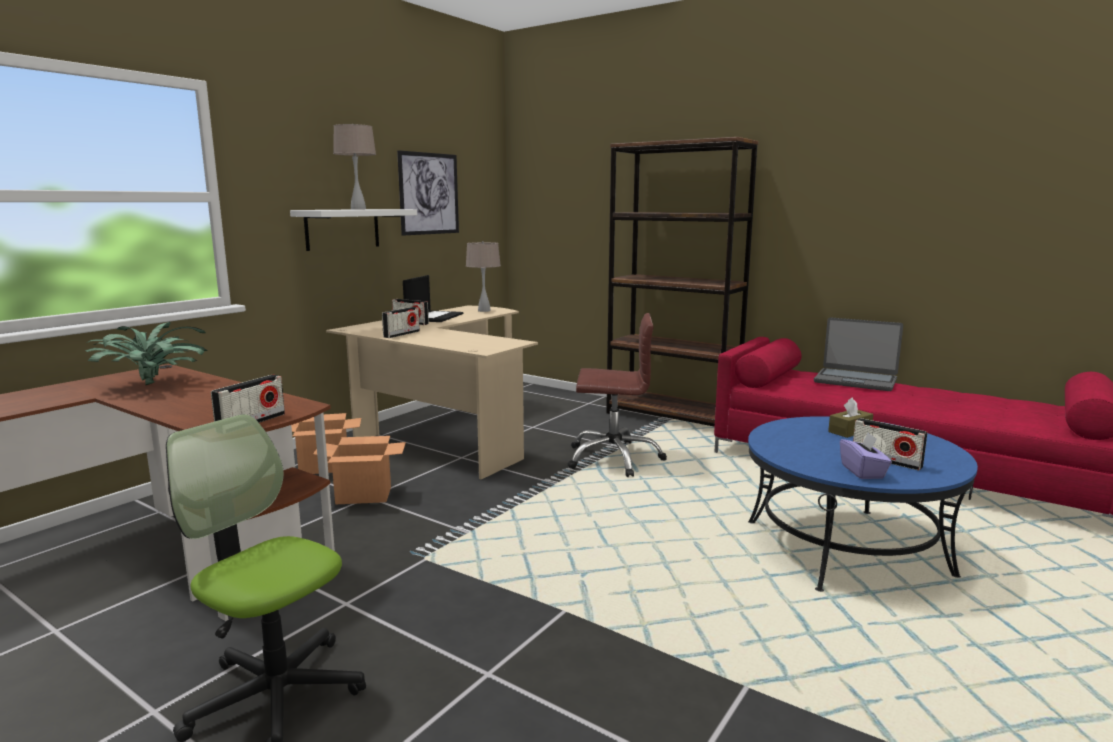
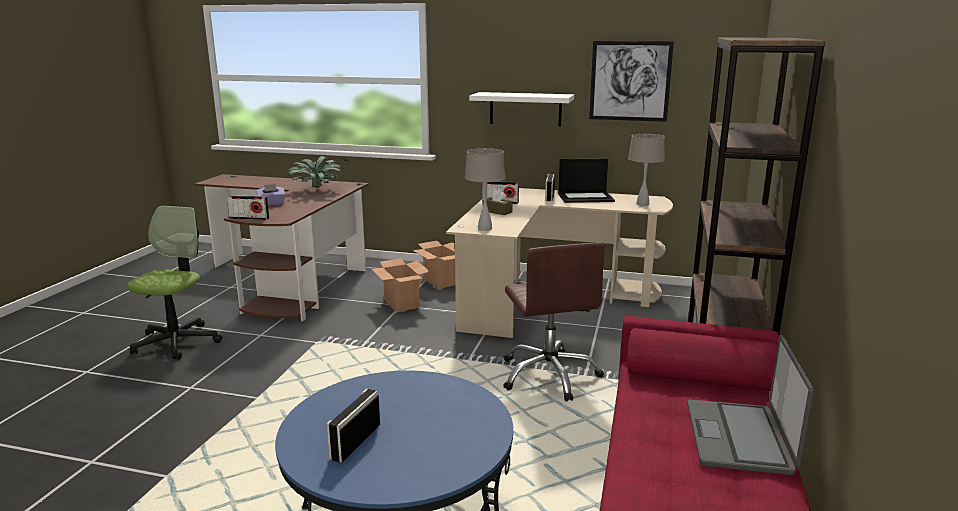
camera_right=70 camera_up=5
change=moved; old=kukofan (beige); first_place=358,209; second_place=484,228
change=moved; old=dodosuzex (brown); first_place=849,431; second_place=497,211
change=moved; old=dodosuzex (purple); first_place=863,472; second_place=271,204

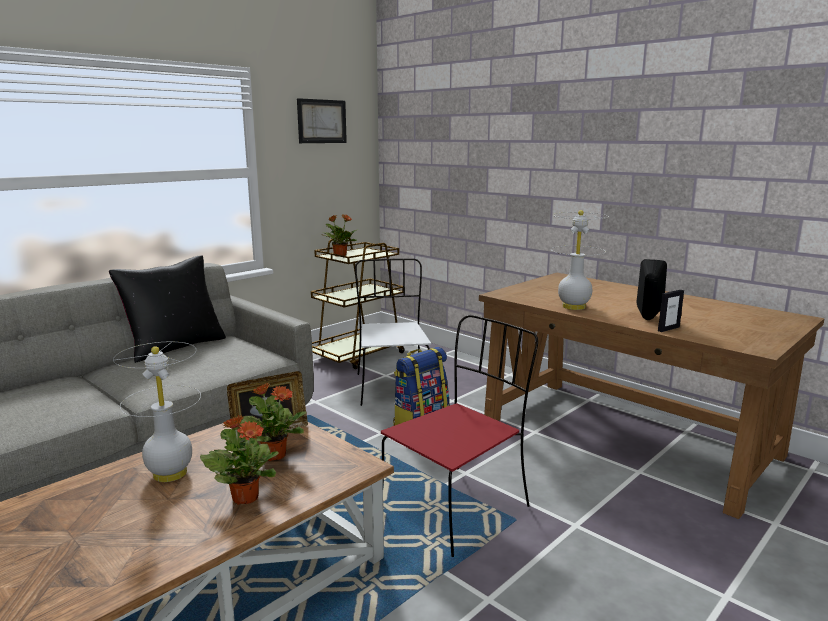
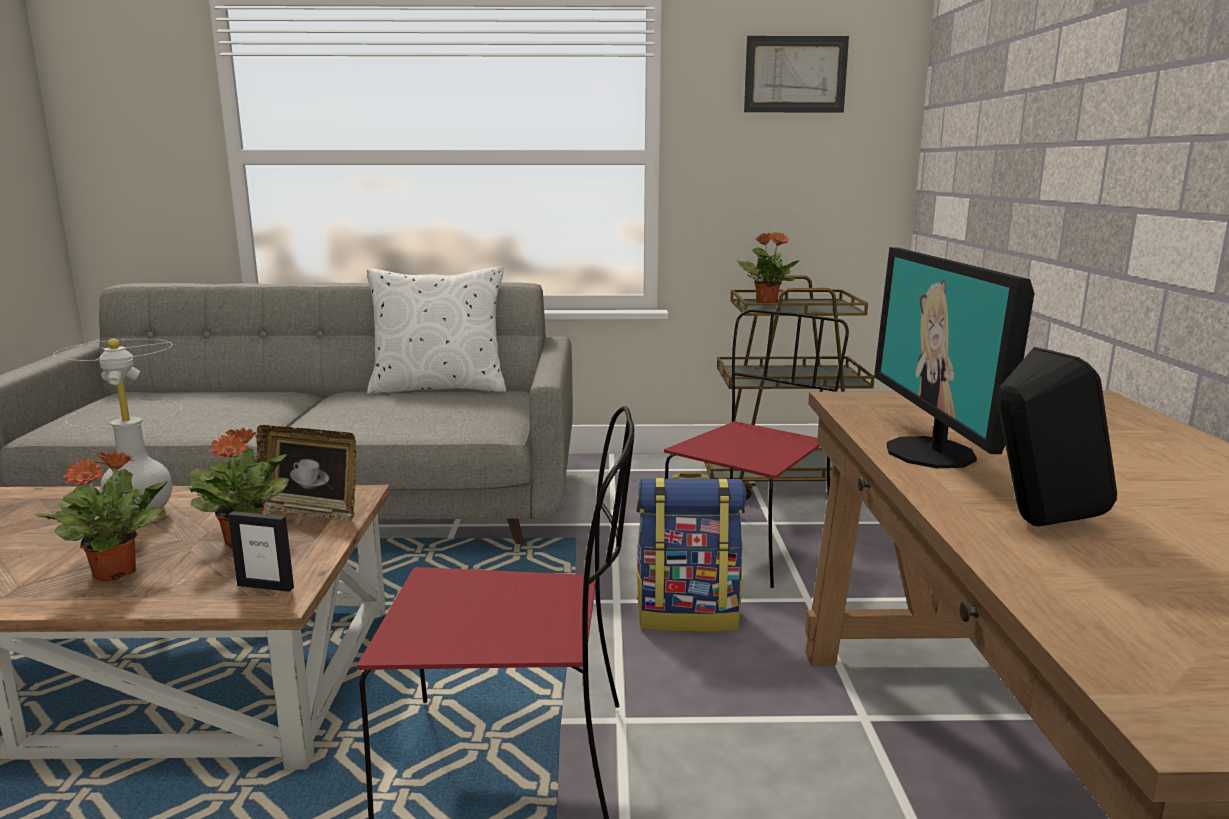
camera_right=45 camera_up=0
change=moved; old=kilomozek; first_place=668,329; second_place=266,586
change=replaced; old=kukofan (white); new=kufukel; first_place=574,306; second_place=932,453
change=recoloured; old=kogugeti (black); new=kogugeti (white); first_place=175,347; second_place=439,388
change=recoloured; old=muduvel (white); new=muduvel (red); first_place=392,387; second_place=750,542

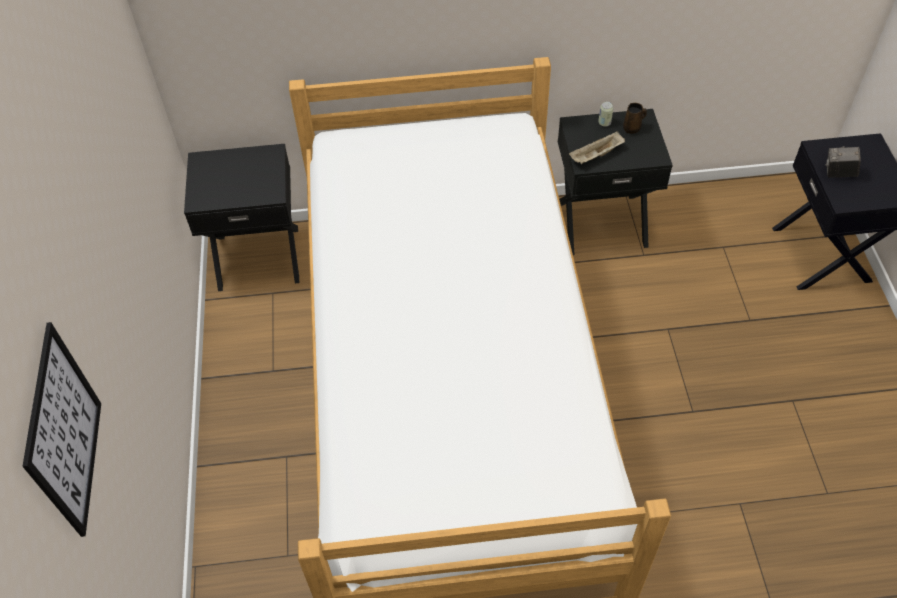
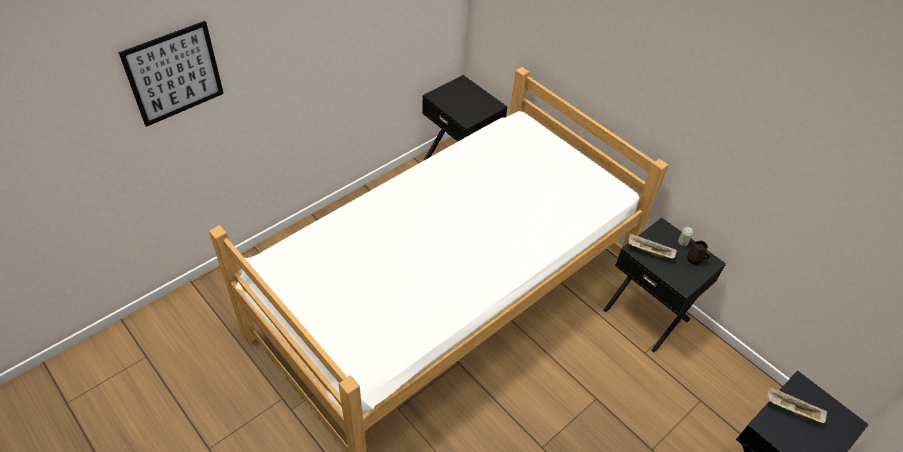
camera_right=50 camera_up=-5
change=replaced; old=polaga; new=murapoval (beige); first_place=838,173; second_place=791,410

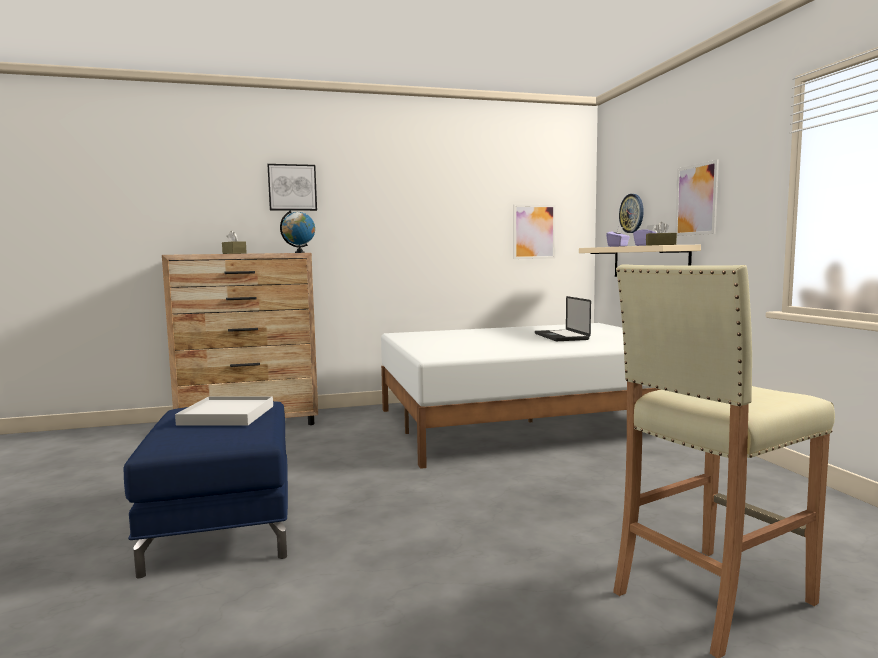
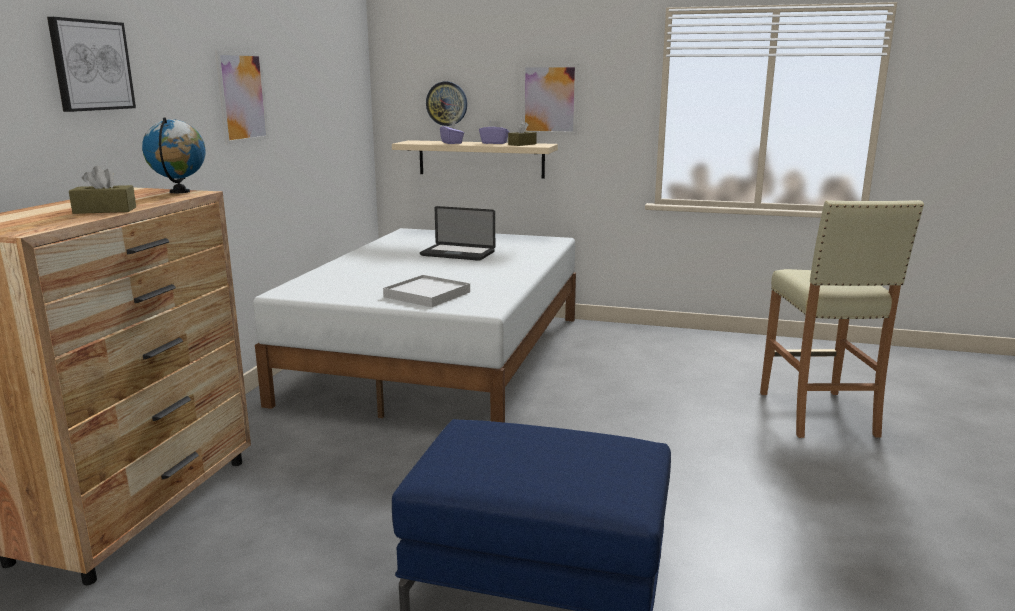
camera_right=-60 camera_up=10
change=moved; old=murapoval (white); first_place=227,415; second_place=427,294
change=moved; old=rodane; first_place=534,231; second_place=242,97

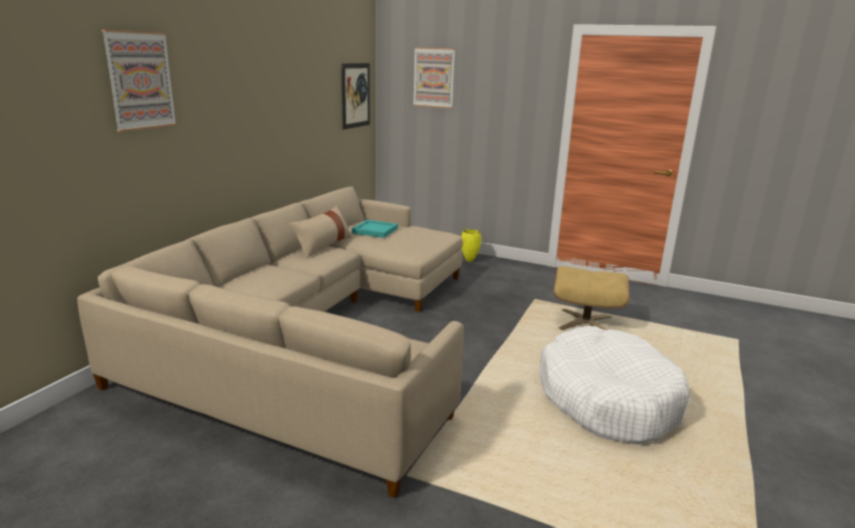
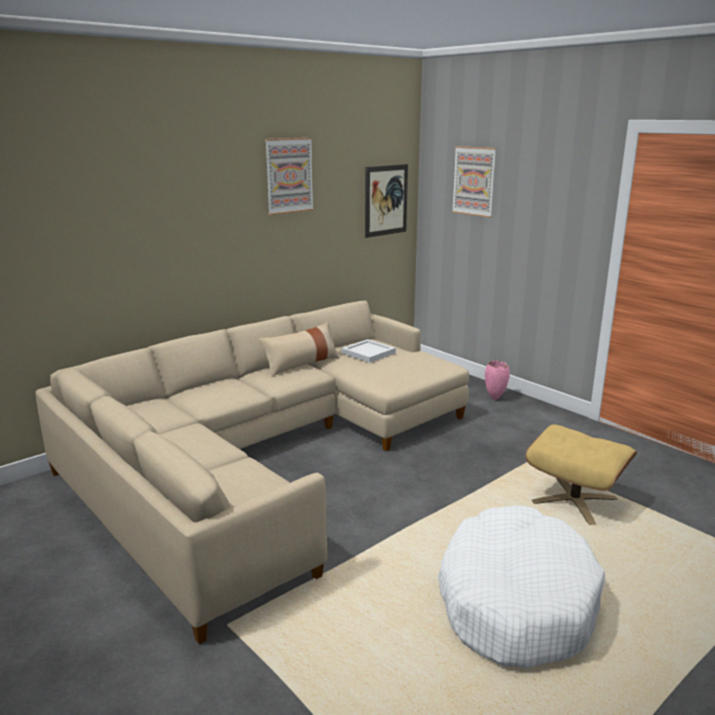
camera_right=25 camera_up=0
change=moved; old=rodane; first_place=140,80; second_place=289,175
change=recoloured; old=murapoval (turquoise); new=murapoval (white); first_place=375,230; second_place=369,353
change=recoloured; old=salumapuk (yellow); new=salumapuk (pink); first_place=470,261; second_place=495,398

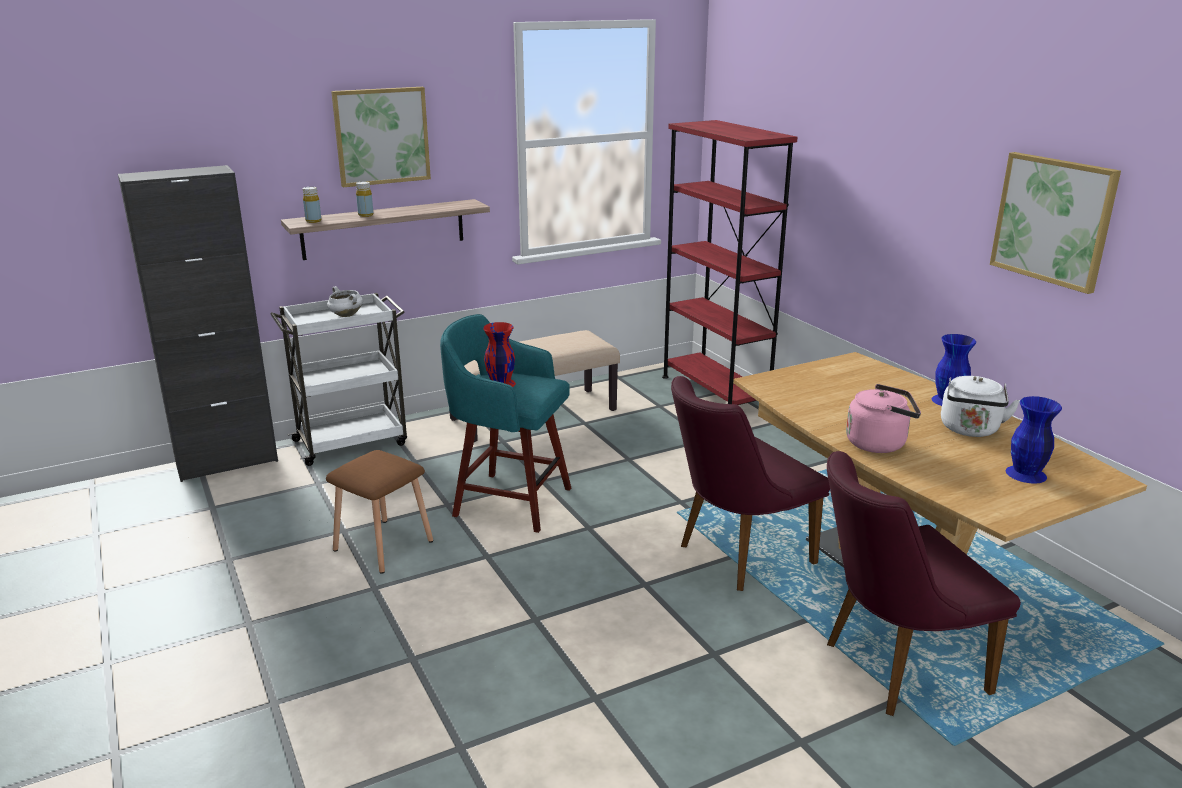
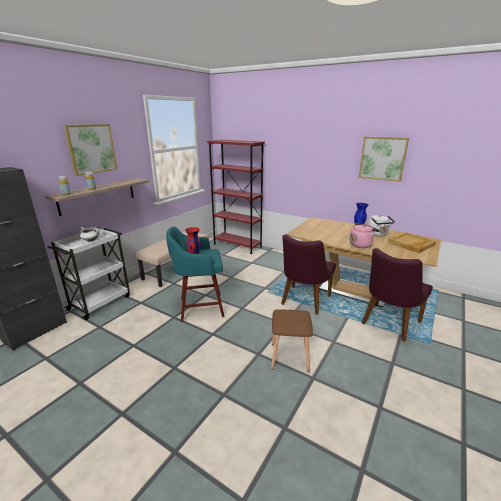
camera_right=-30 camera_up=0
change=moved; old=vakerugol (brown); first_place=383,546; second_place=290,357
change=replaced; old=salumapuk (blue); new=murapoval (beige); first_place=1025,474; second_place=411,244

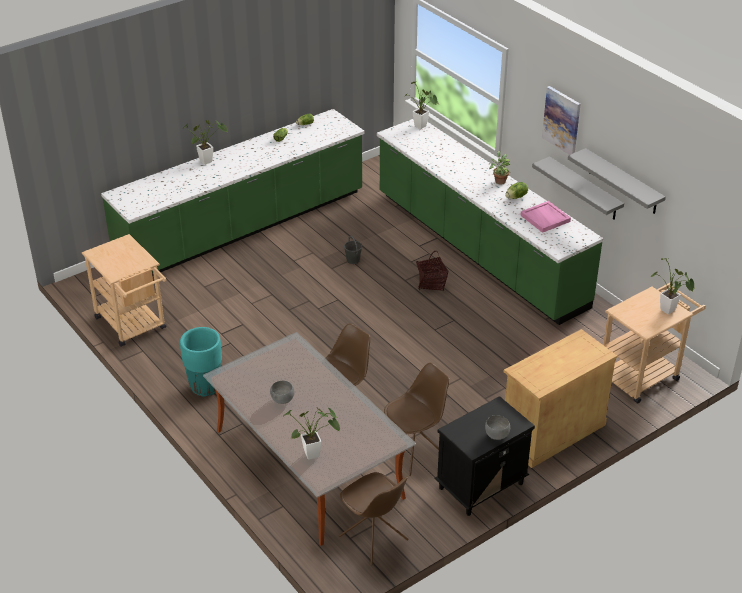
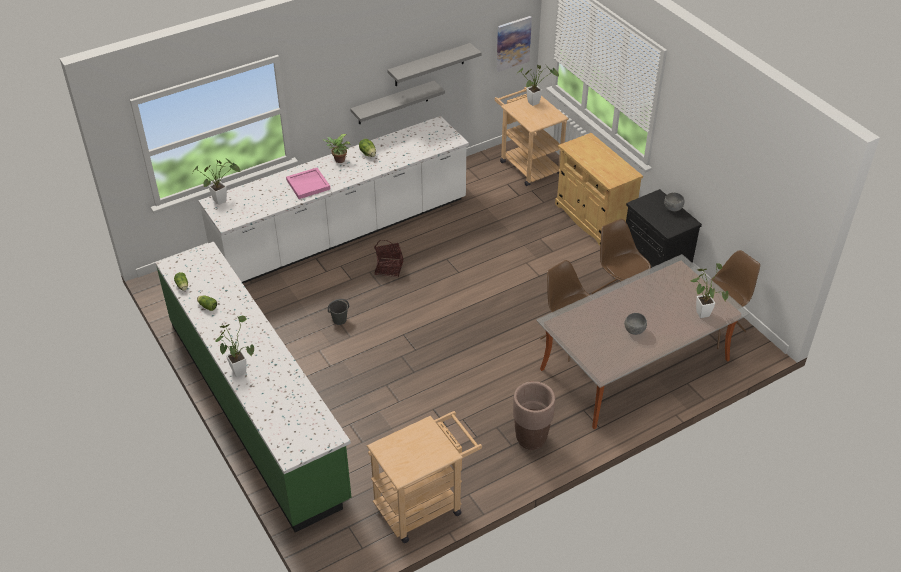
camera_right=-85 camera_up=5
change=moved; old=murapoval (pink); first_place=545,218; second_place=308,184
change=moved; old=rodane; first_place=562,120; second_place=513,43
change=recoloured; old=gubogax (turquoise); new=gubogax (brown); first_place=205,387; second_place=531,439
change=recoloured; old=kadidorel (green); new=kadidorel (white); first_place=478,250; second_place=343,233

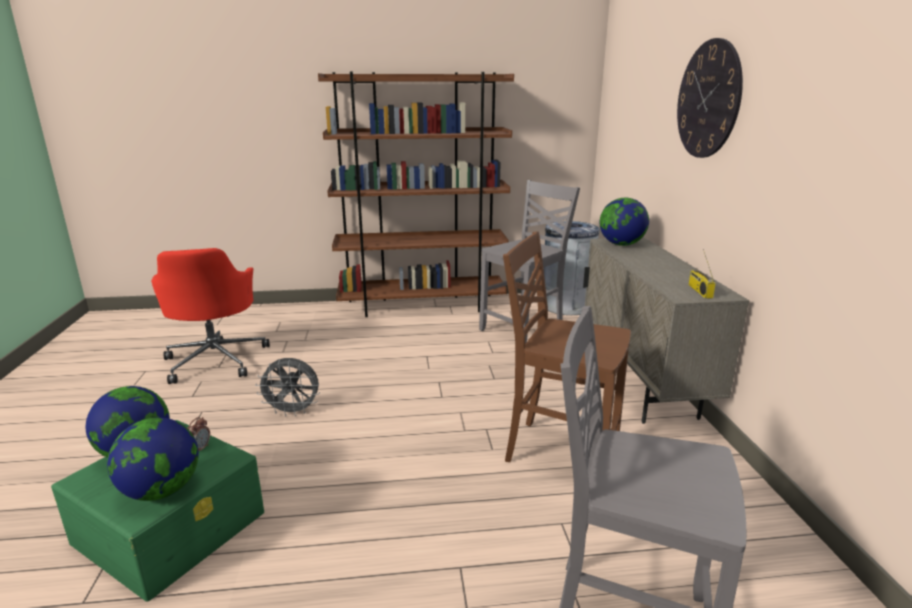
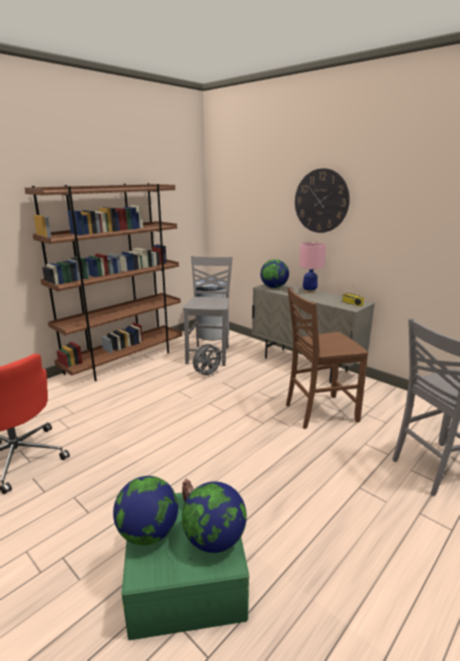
camera_right=-40 camera_up=0
change=added; new=kukofan (pink); second_place=309,291
change=moved; old=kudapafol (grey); first_place=293,411; second_place=207,375

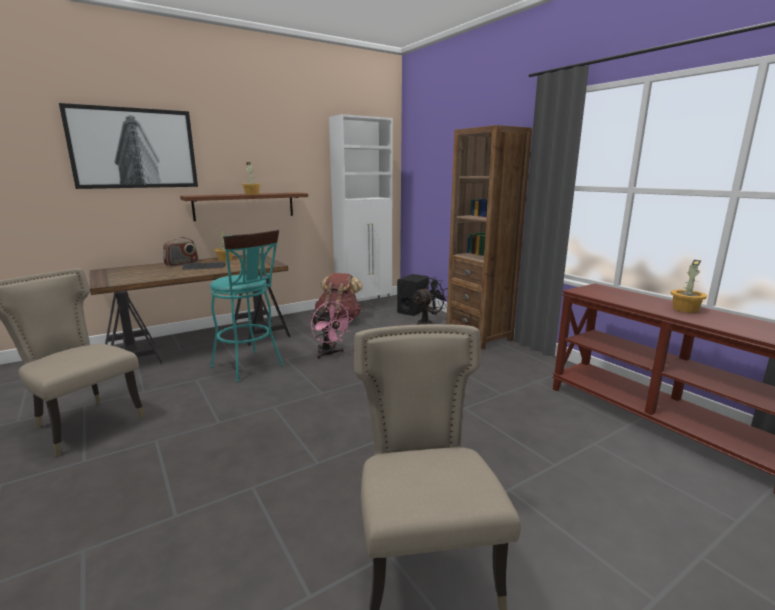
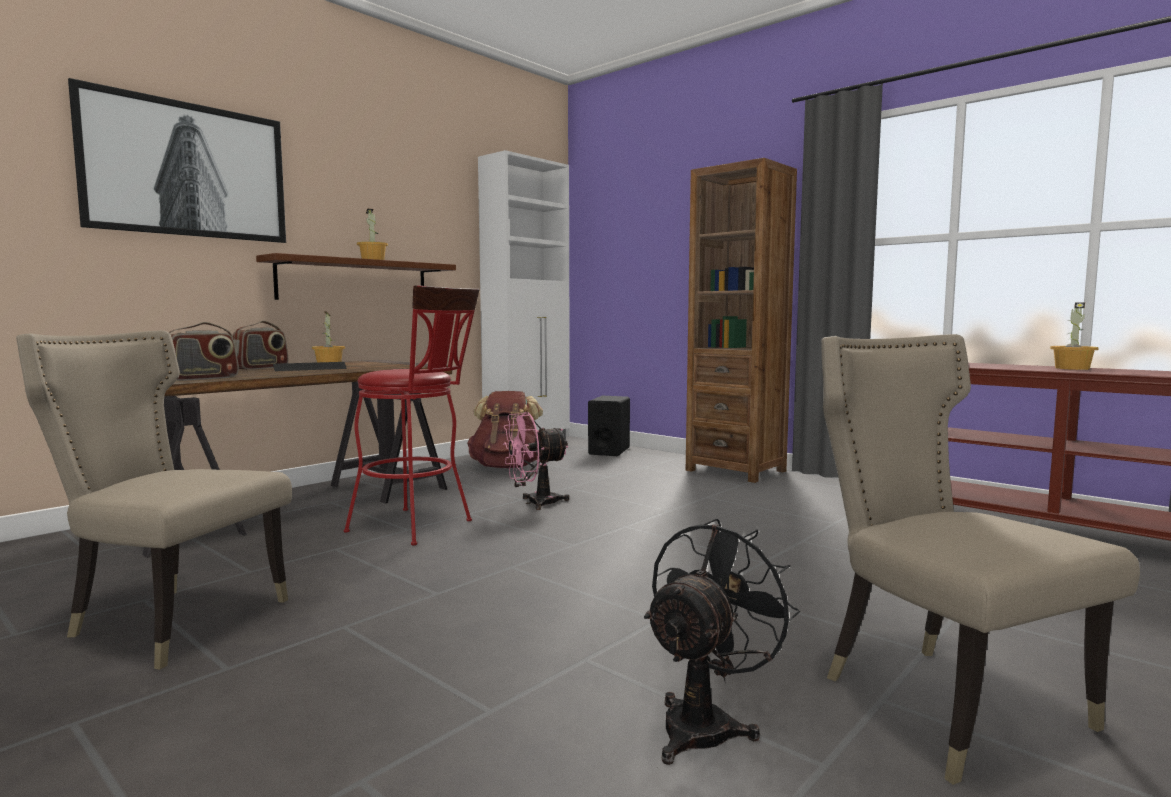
camera_right=-15 camera_up=-10
change=added; new=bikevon; second_place=202,378
change=moved; old=kudapafol (black); first_place=428,324; second_place=706,724
change=recoloured; old=vakerugol (turquoise); new=vakerugol (red); first_place=250,367; second_place=418,527
change=turned; old=kudapafol (pink); first_place=329,354; second_place=534,503; degrees=120

